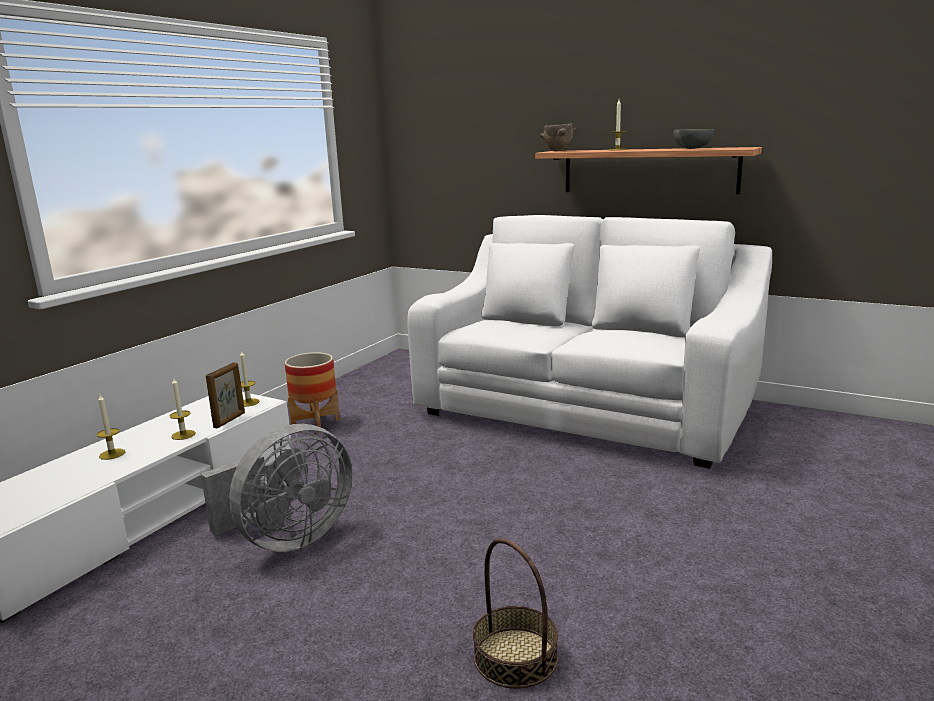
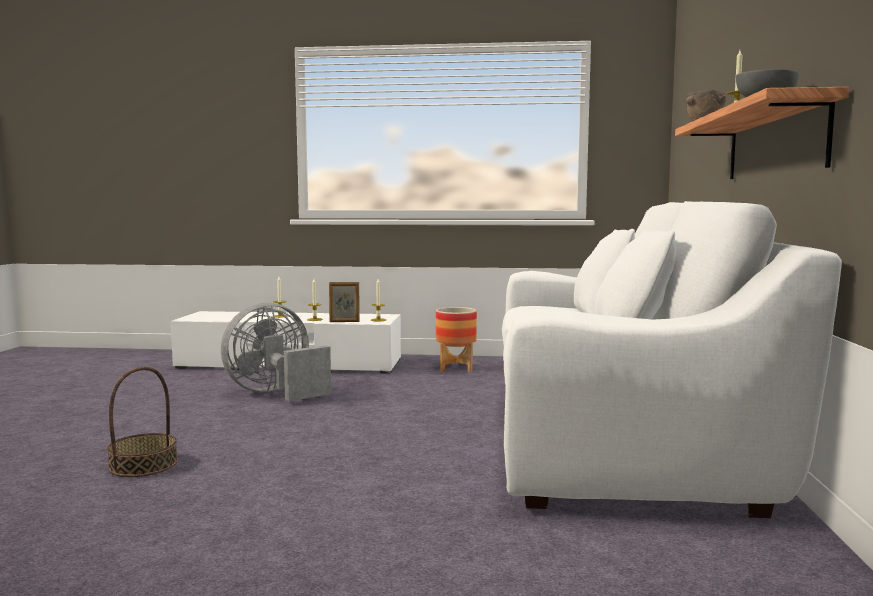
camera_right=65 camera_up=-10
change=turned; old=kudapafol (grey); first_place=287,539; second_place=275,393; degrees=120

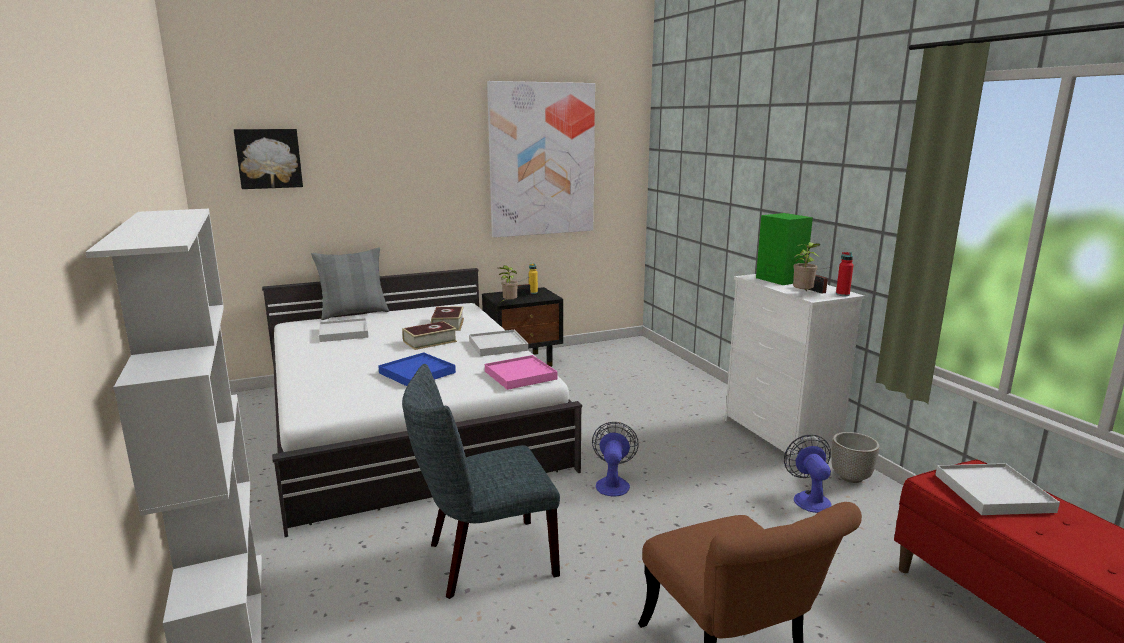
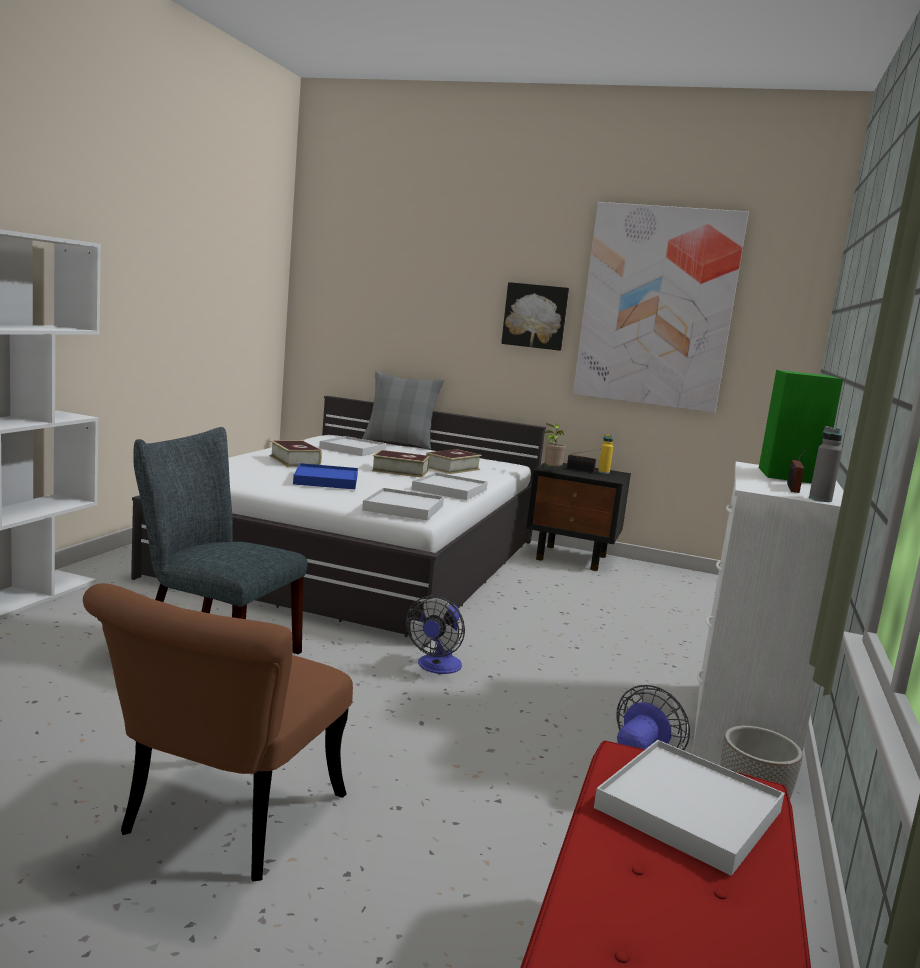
camera_right=40 camera_up=-5
change=removed; old=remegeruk; first_place=803,294
change=added; new=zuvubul; second_place=294,461
change=moved; old=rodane; first_place=269,158; second_place=535,316
change=recoloured; old=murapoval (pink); new=murapoval (white); first_place=520,375; second_place=404,508
change=recoloured; old=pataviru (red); new=pataviru (grey); first_place=842,294; second_place=820,499
change=turned; old=kudapafol; first_place=613,483; second_place=437,667; degrees=150

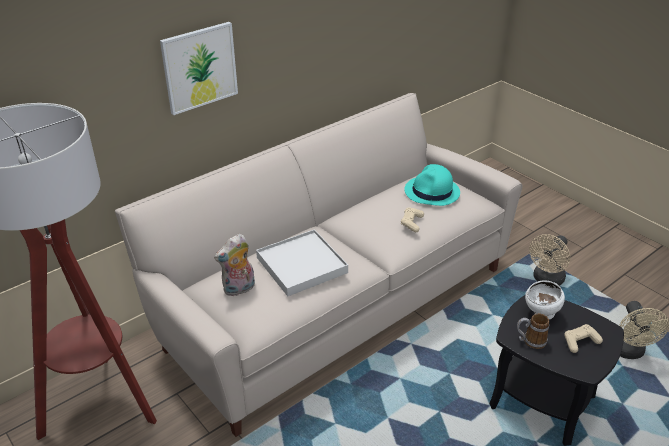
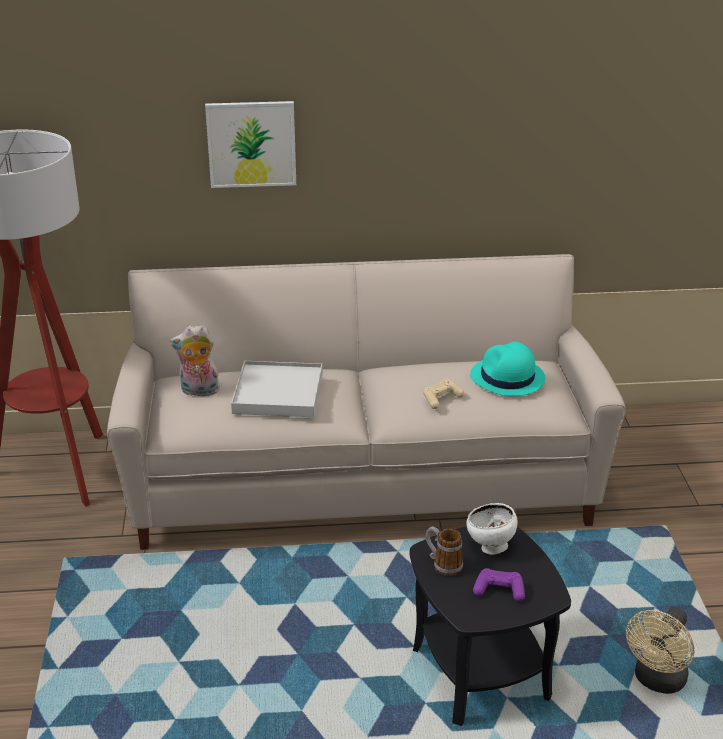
camera_right=35 camera_up=-5
change=removed; old=kudapafol (beige); first_place=546,280
change=recoloured; old=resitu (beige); new=resitu (purple); first_place=580,342; second_place=499,590

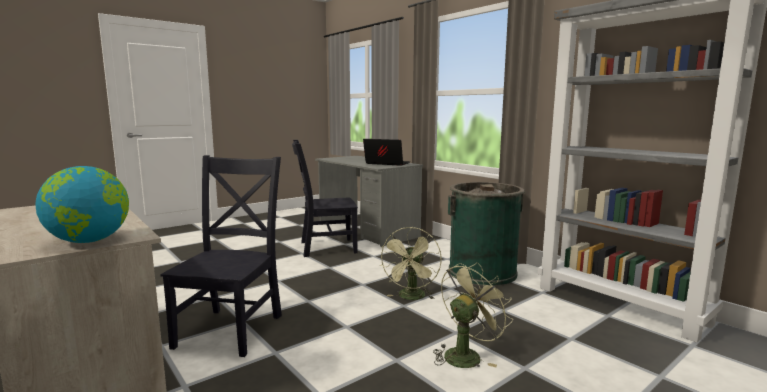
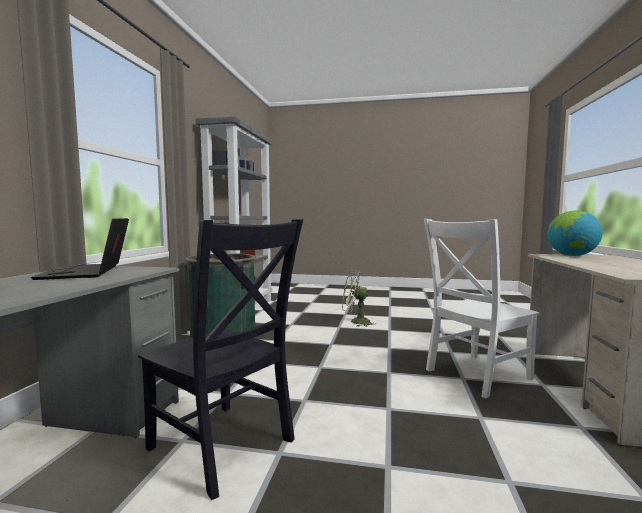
camera_right=-130 camera_up=-5
change=removed; old=kudapafol (green); first_place=411,297
change=recoloured; old=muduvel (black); new=muduvel (white); first_place=232,329; second_place=475,375

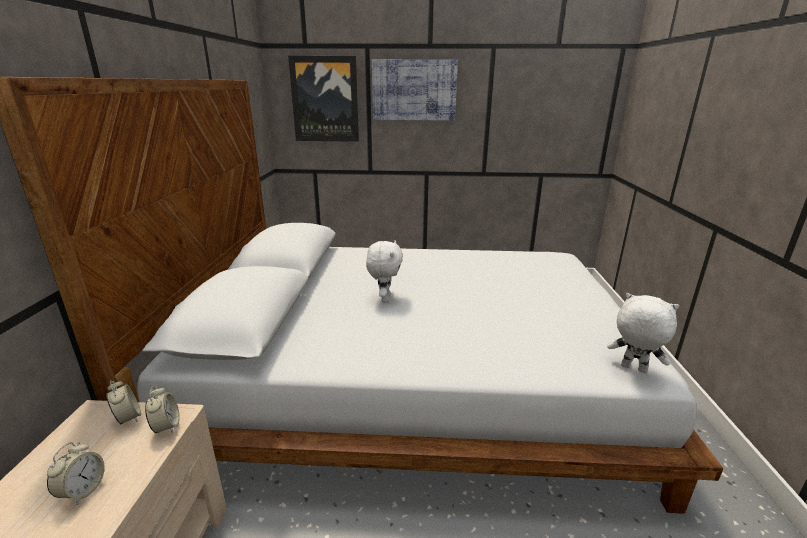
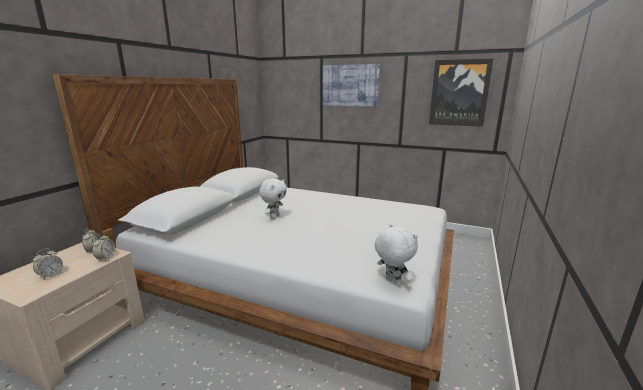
camera_right=20 camera_up=-5
change=moved; old=rodane; first_place=325,99; second_place=459,93

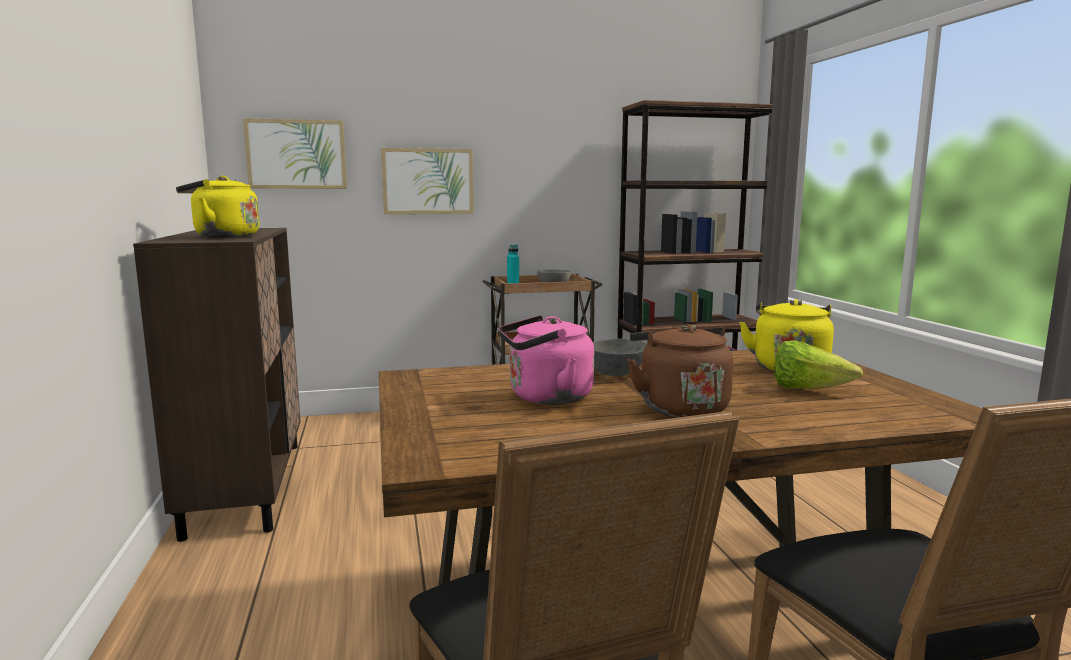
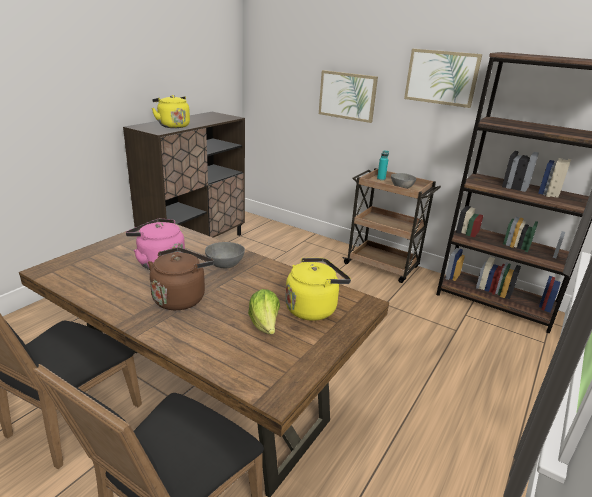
camera_right=45 camera_up=15
change=moved; old=rodane; first_place=296,154; second_place=441,77

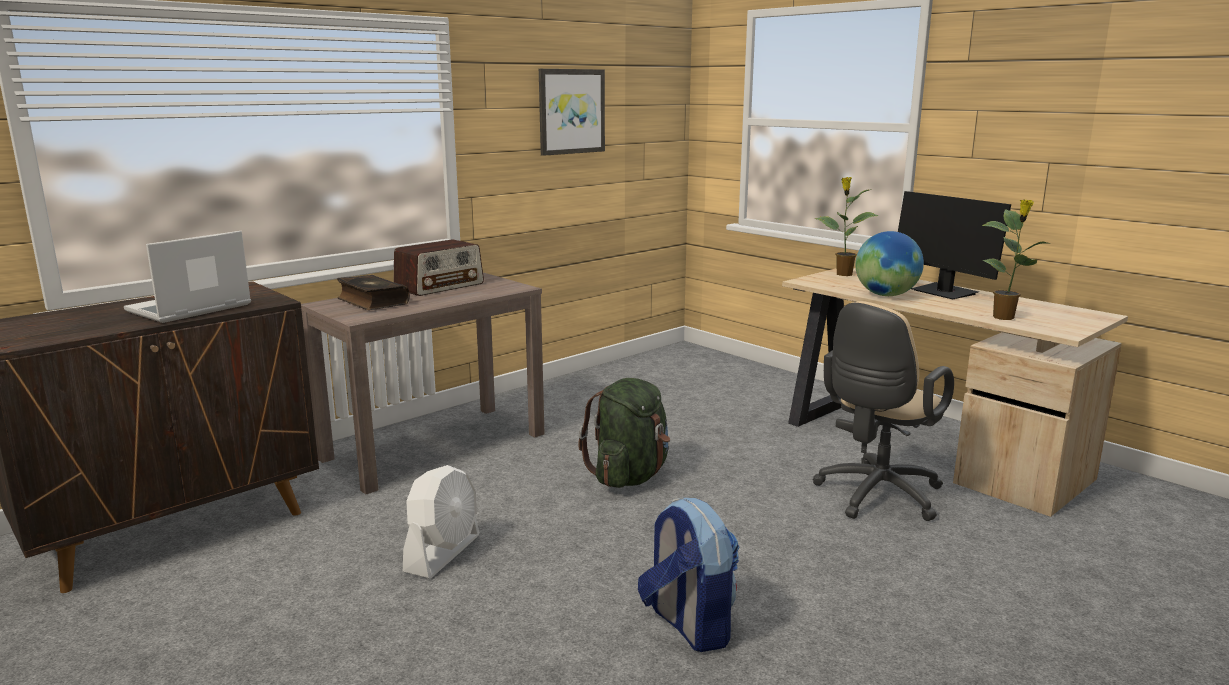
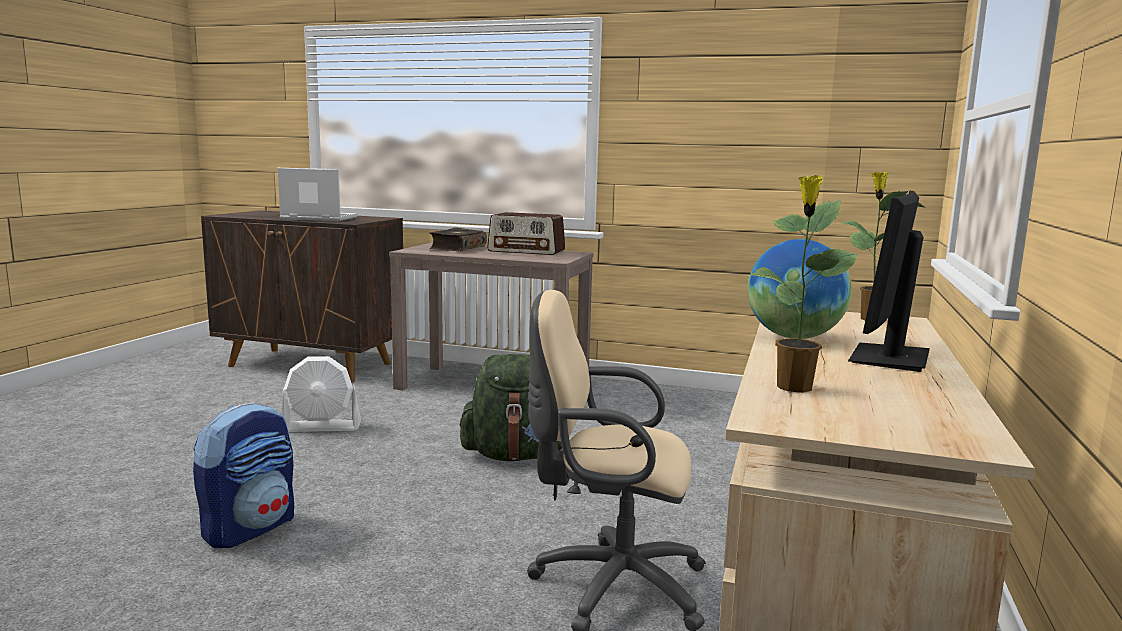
camera_right=60 camera_up=-5
change=removed; old=rodane; first_place=571,111

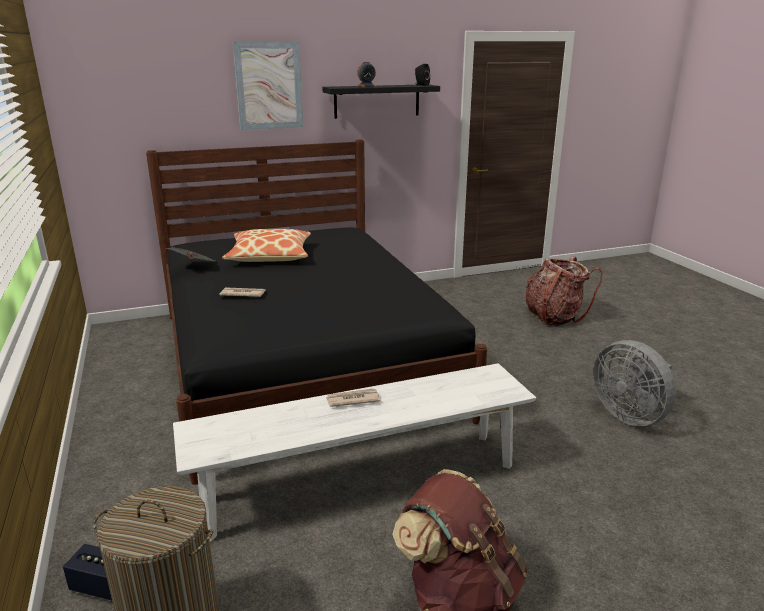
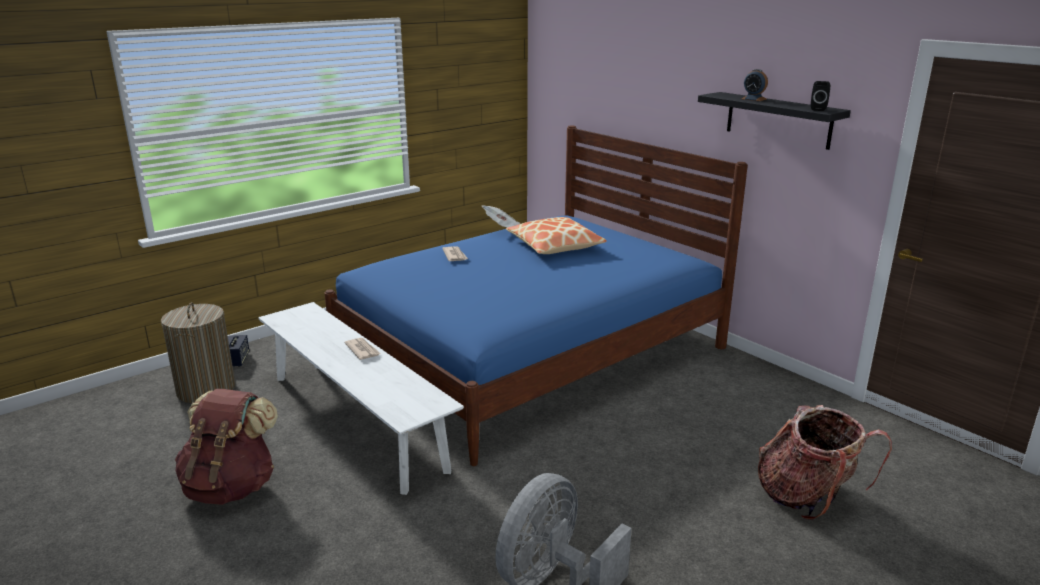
camera_right=70 camera_up=0
change=removed; old=rodane; first_place=269,86
change=recoloured; old=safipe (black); new=safipe (blue); first_place=301,361; second_place=531,353

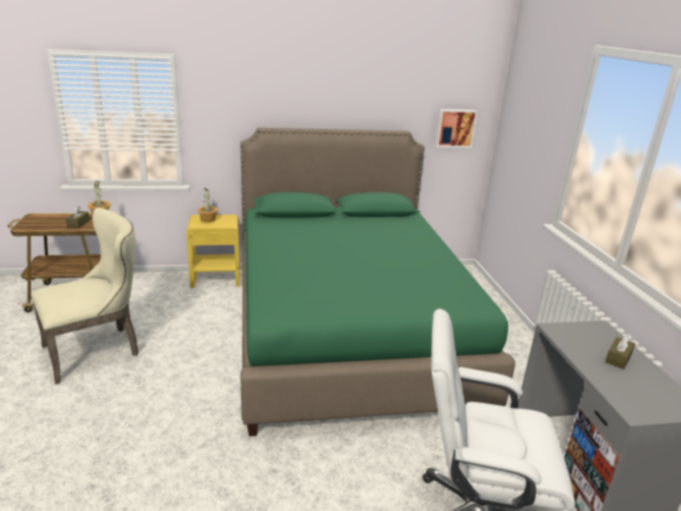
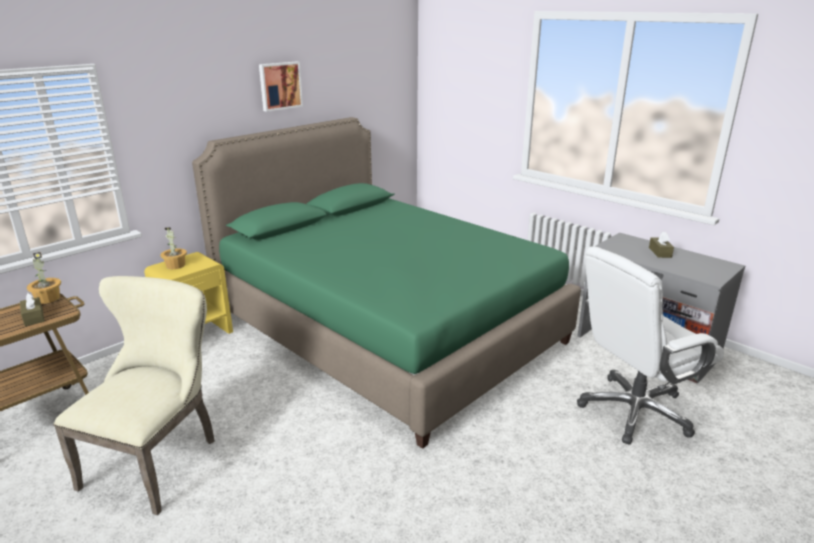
camera_right=-35 camera_up=0
change=moved; old=rodane; first_place=455,128; second_place=280,86

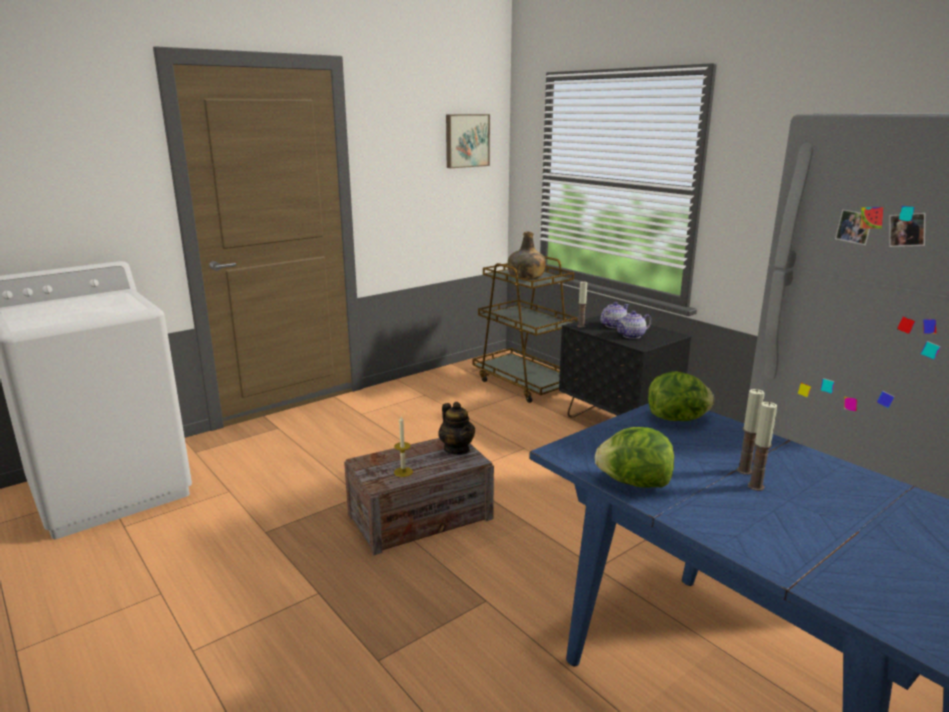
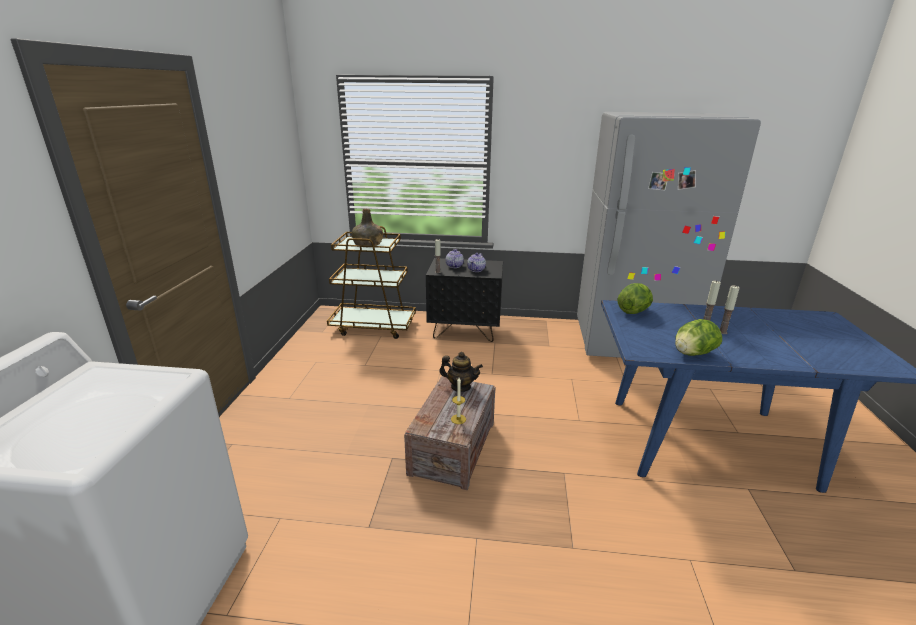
camera_right=-45 camera_up=5
change=removed; old=rodane; first_place=466,140

